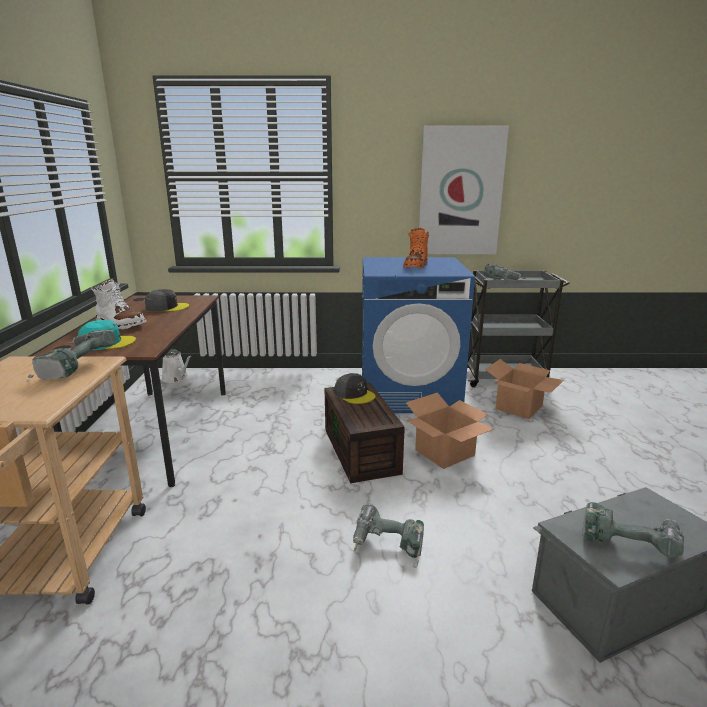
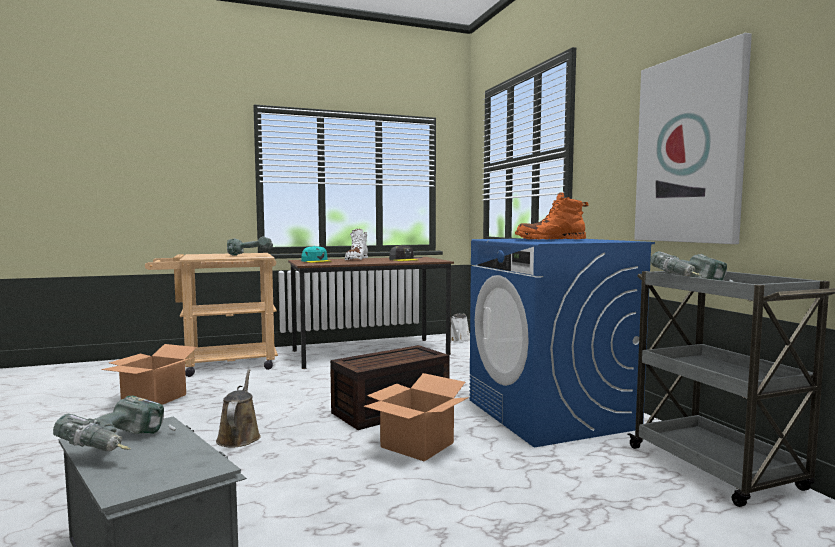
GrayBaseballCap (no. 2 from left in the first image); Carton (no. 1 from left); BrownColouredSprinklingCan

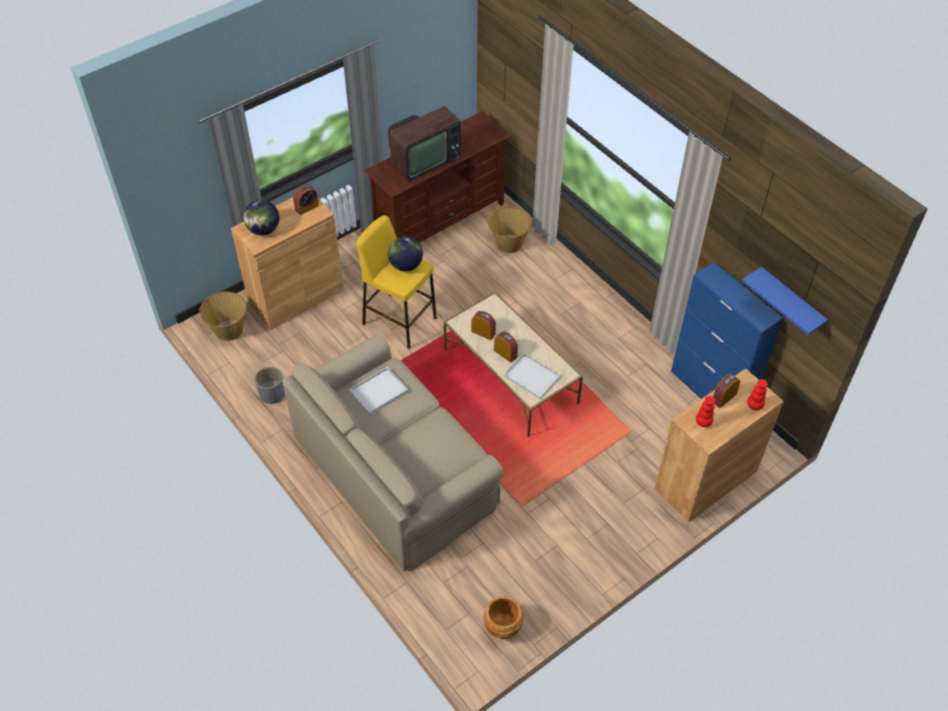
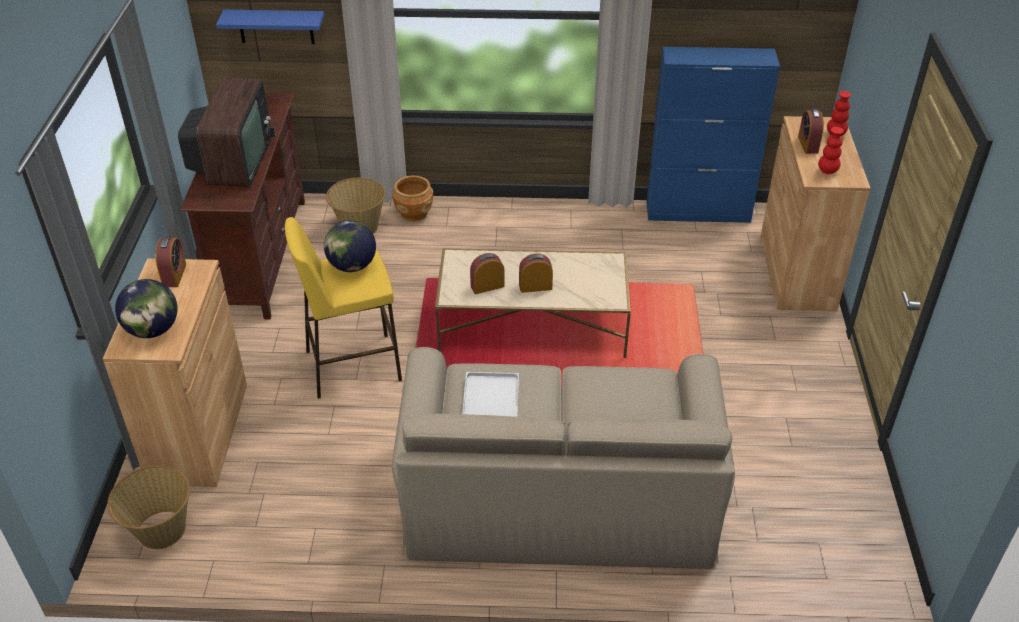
GrayPlantPot; WhiteColouredTray (no. 2 from left in the first image); BrownColouredPlantPot; BlueBracketShelf

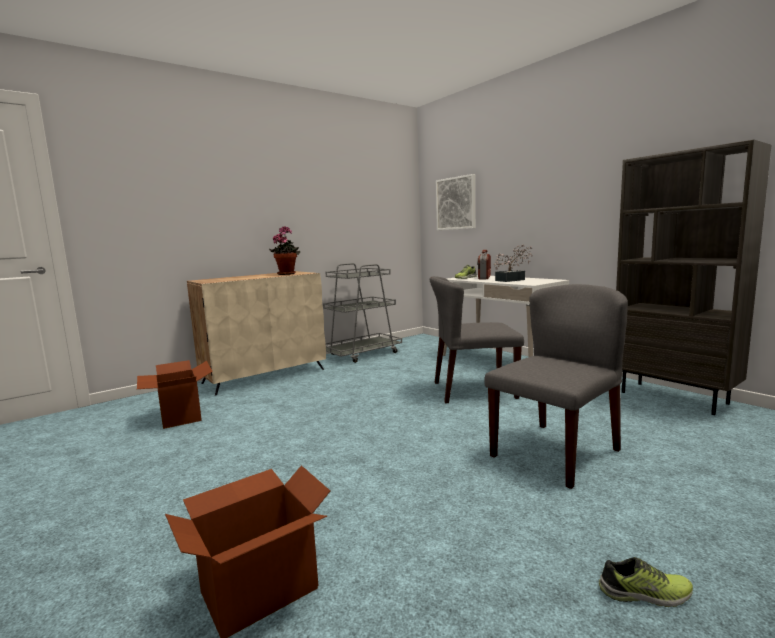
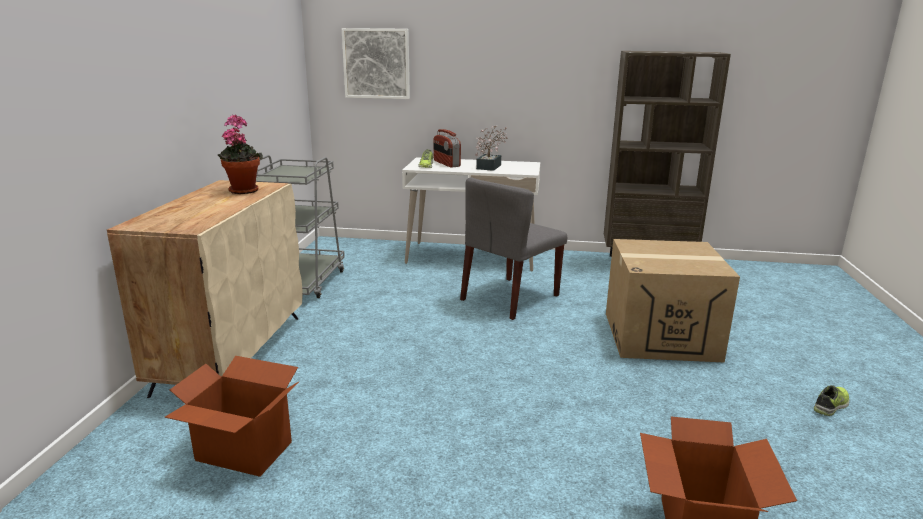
Carton (no. 2 from left)

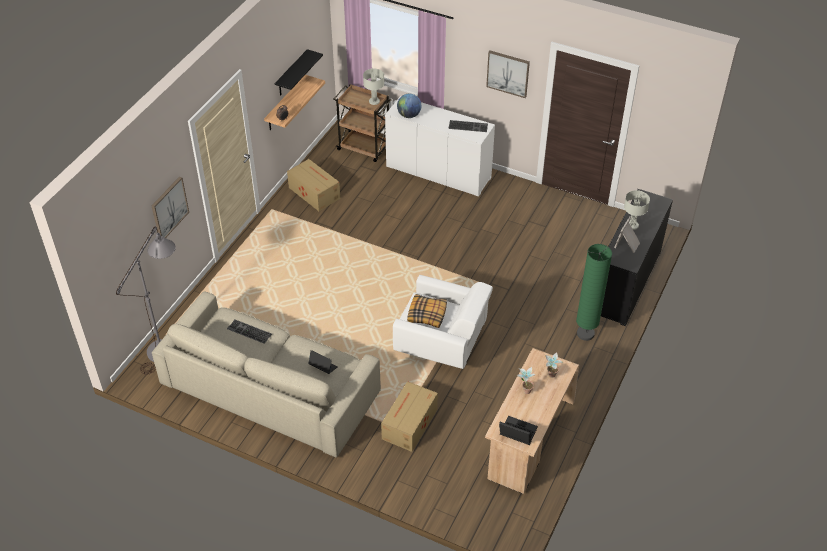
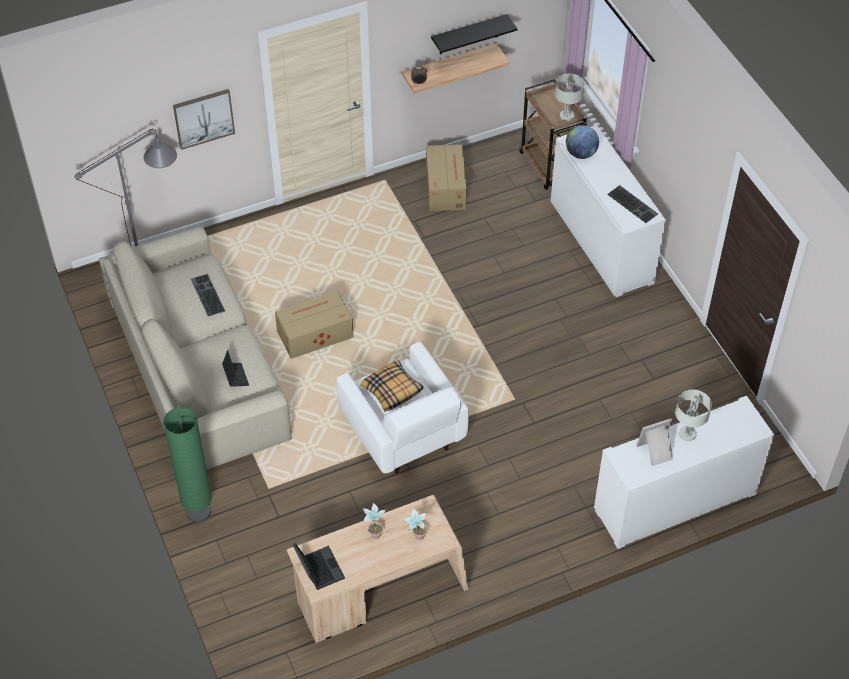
Picture (no. 2 from left in the first image); Carton (no. 1 from left); GreenishStandardLamp; WhiteColouredCupboard (no. 2 from left)

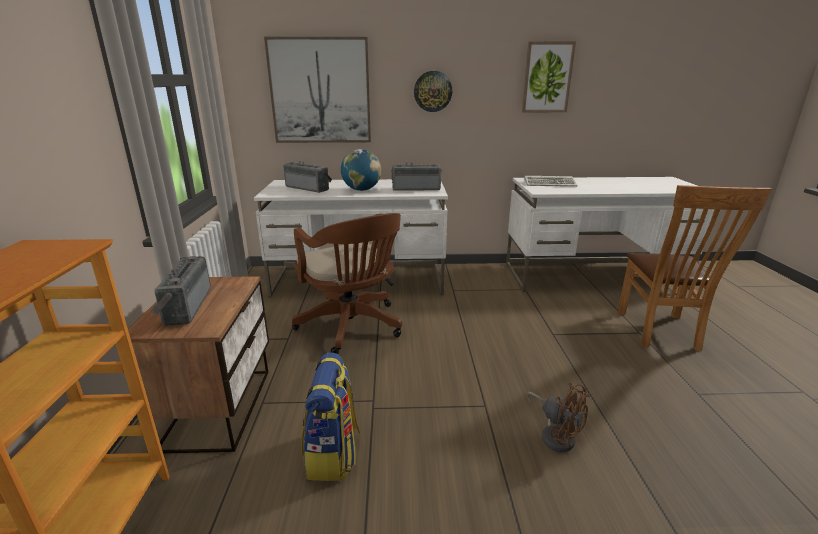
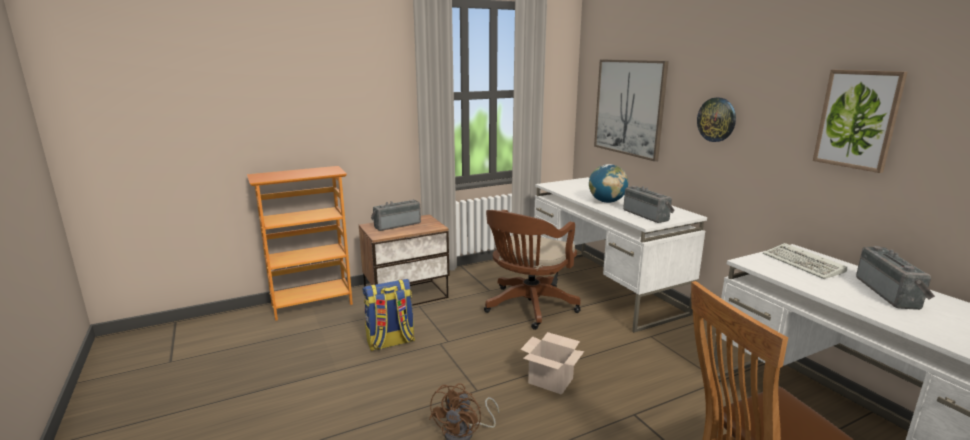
Carton; RadioSet (no. 3 from left)

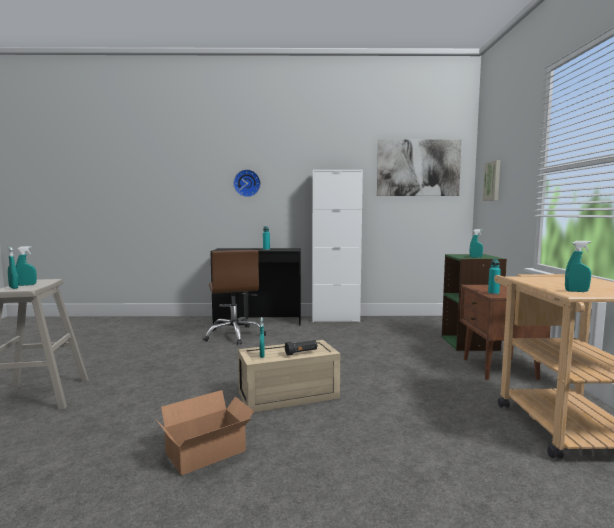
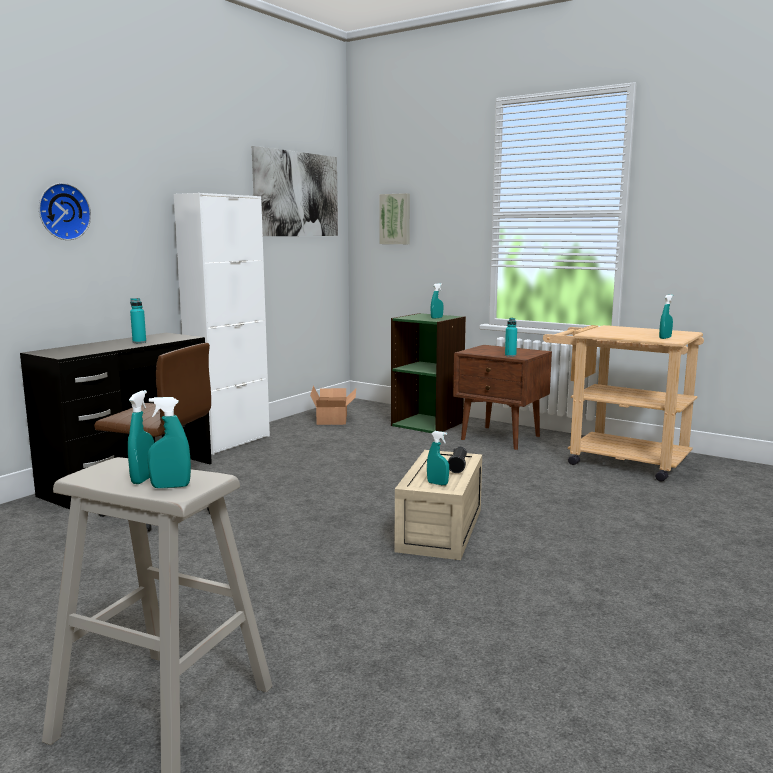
Carton

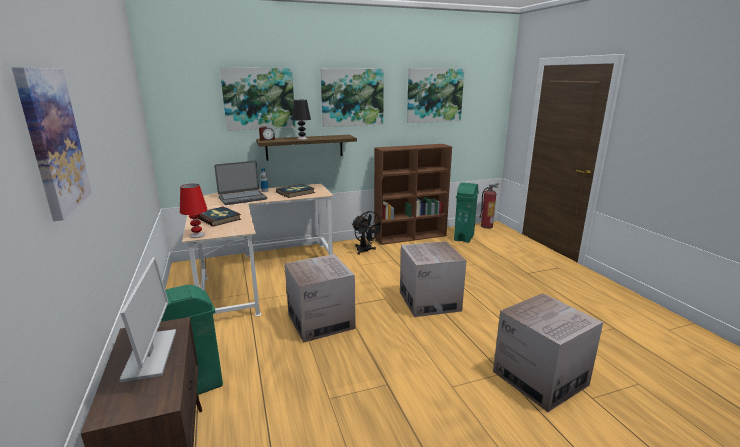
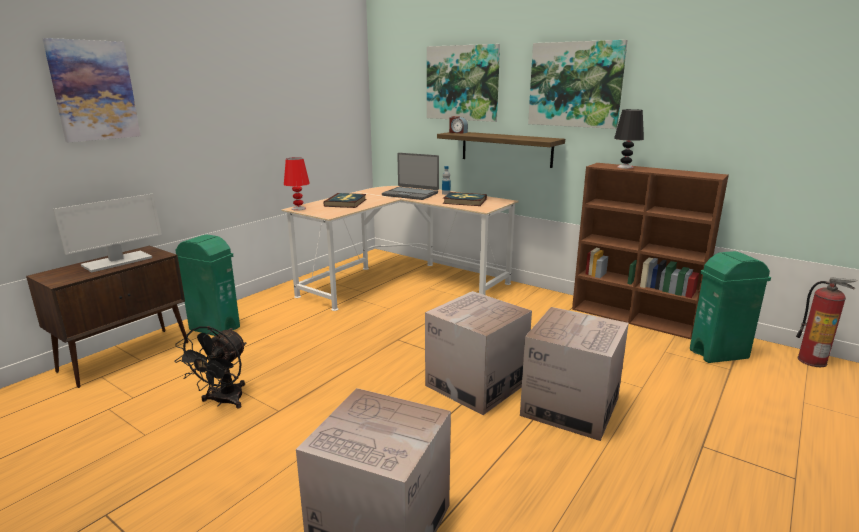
Picture (no. 4 from left in the first image); Carton (no. 3 from left); BlackishTableLamp; BlackishCoolingFan

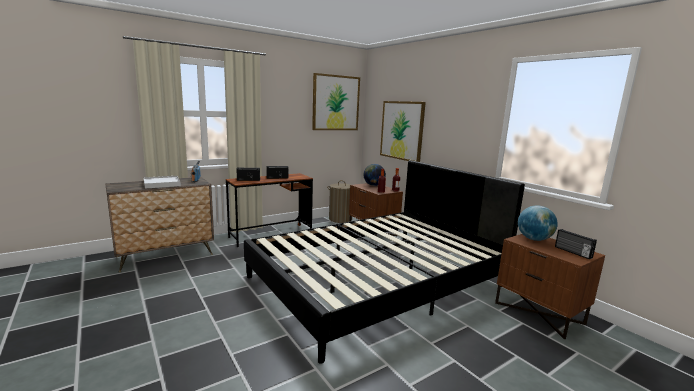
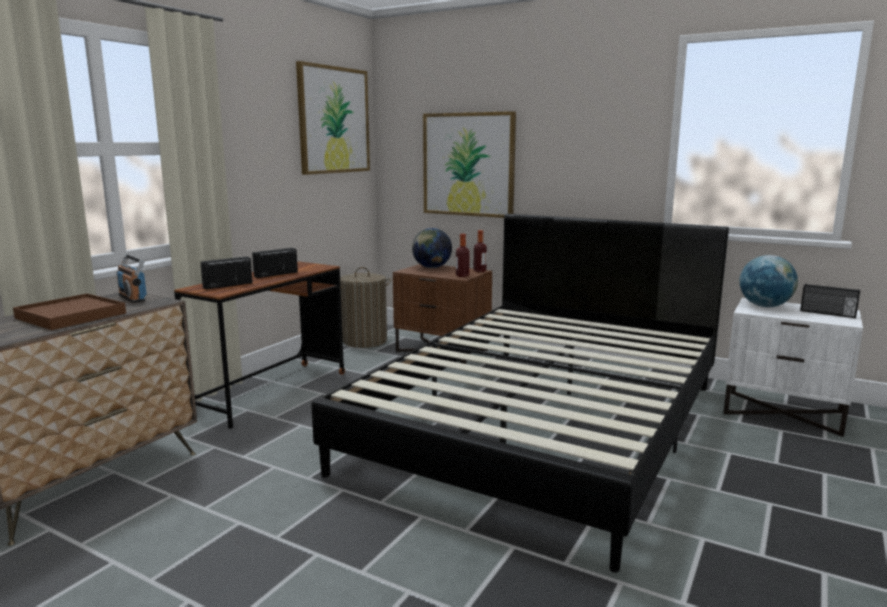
BrownColouredTray; WhiteColouredNightstand

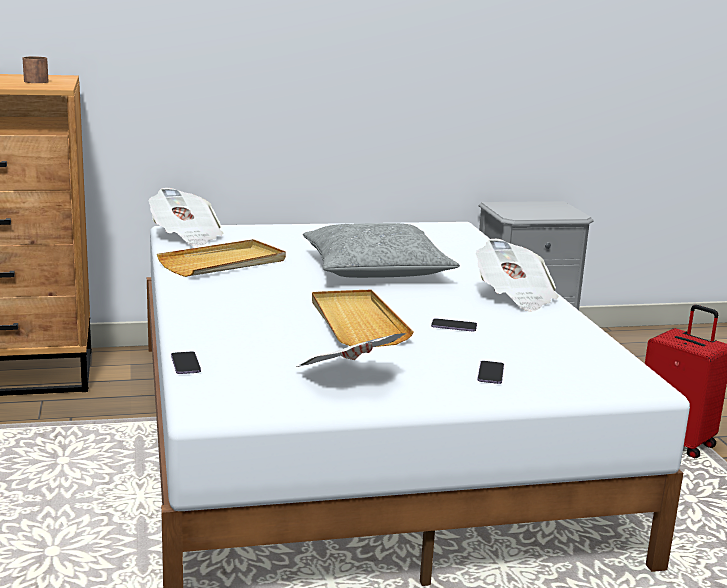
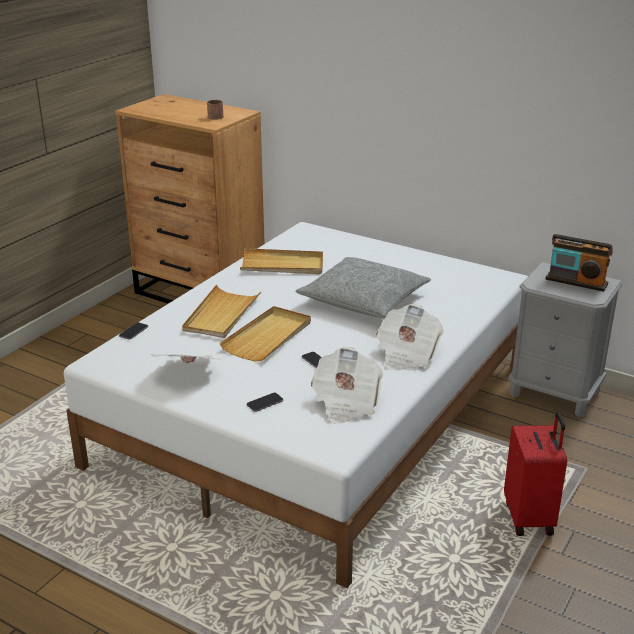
BeigeTray (no. 1 from left); RadioSet; PrintedPaper (no. 2 from left)

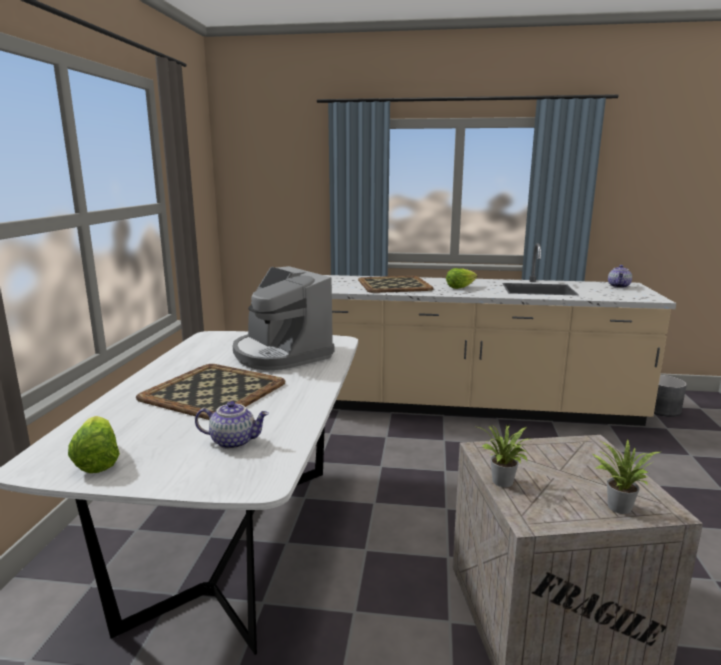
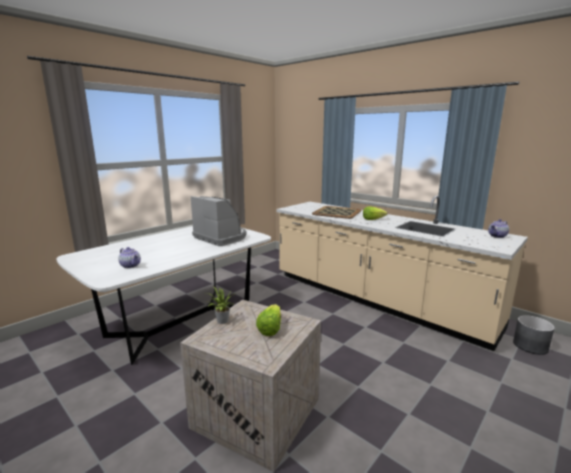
Tray (no. 1 from left in the first image); Houseplant (no. 2 from left in the first image); HeadOfLettuce (no. 1 from left); CoffeeBrewer

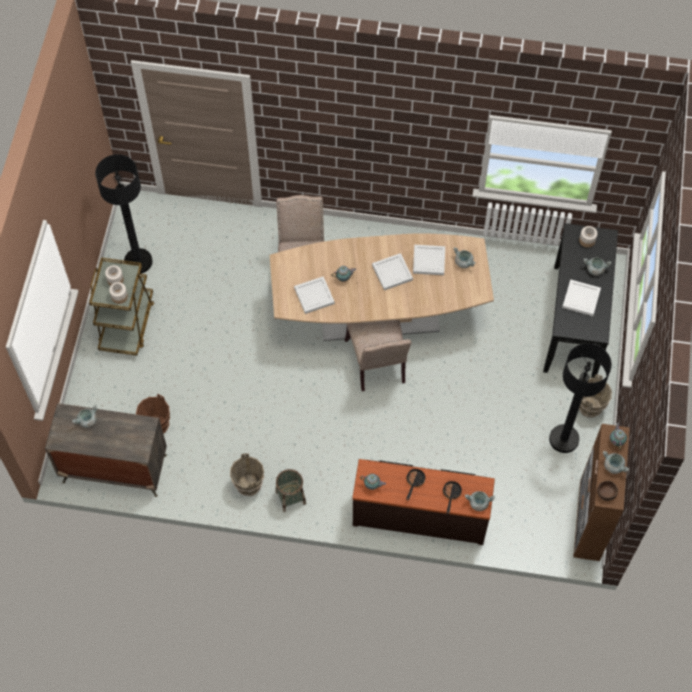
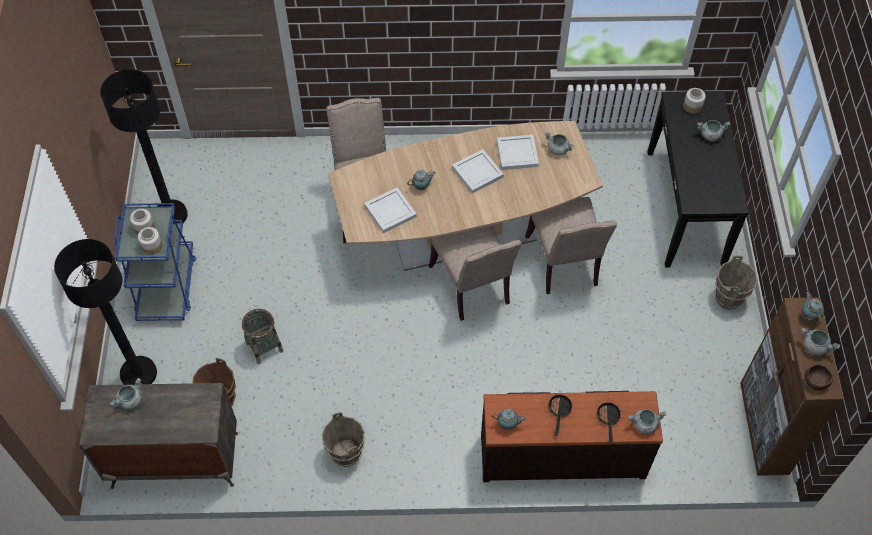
WhiteColouredTray (no. 4 from left in the first image); BeigeUprightChair (no. 3 from left); Basket; BlackishStandardLamp (no. 1 from left); BlueWheeledCart

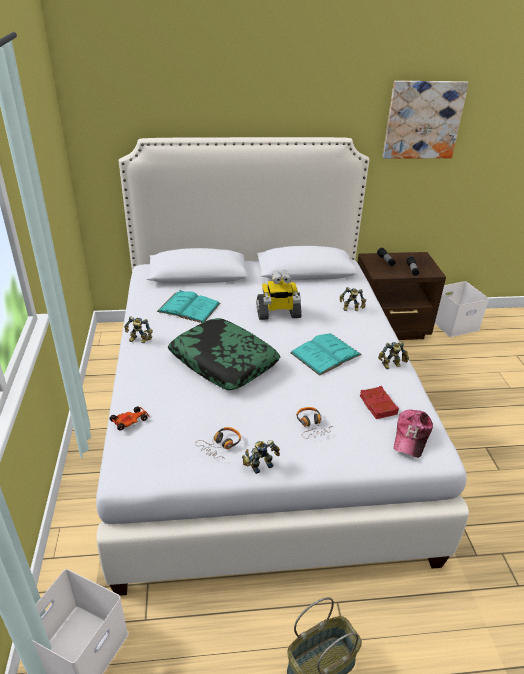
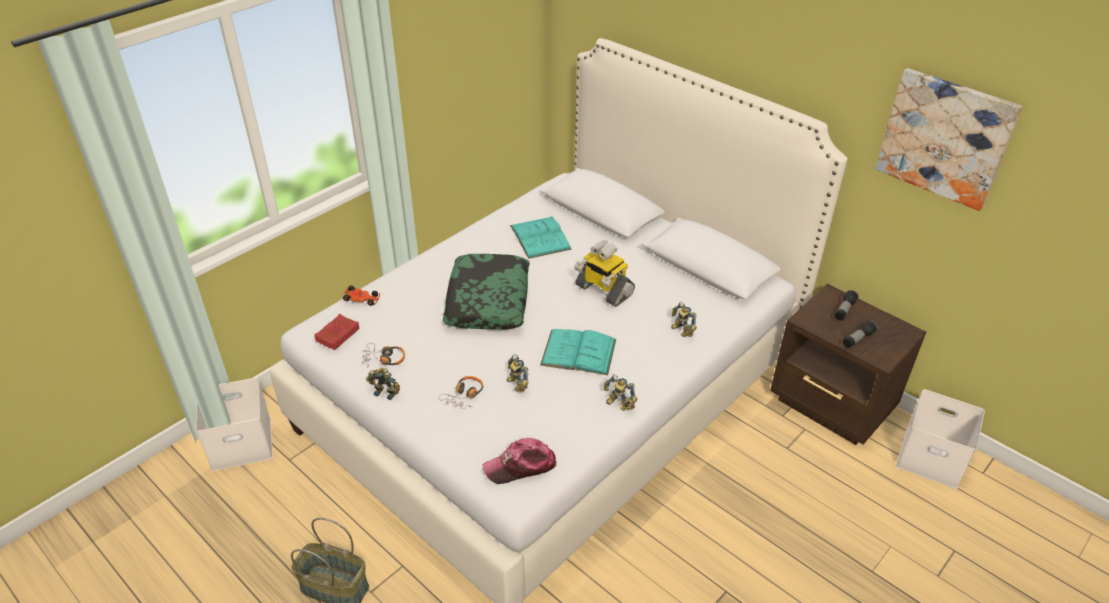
ModelRobot (no. 2 from left); ReddishVolume

